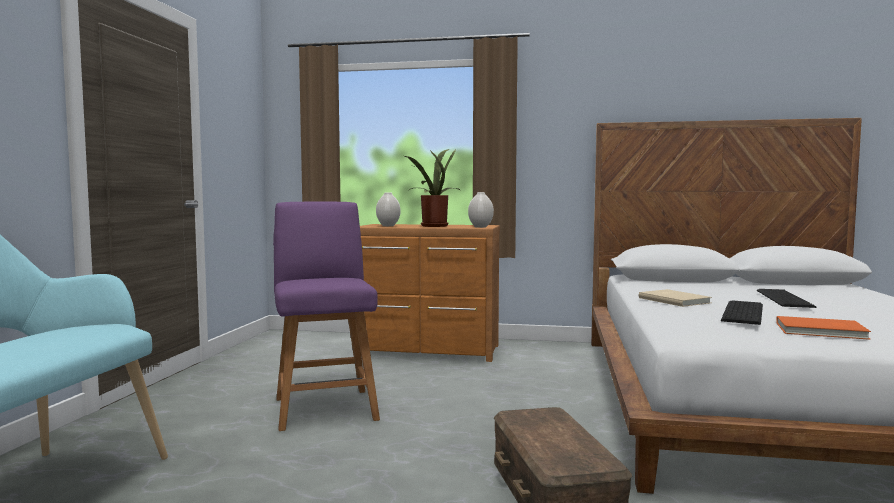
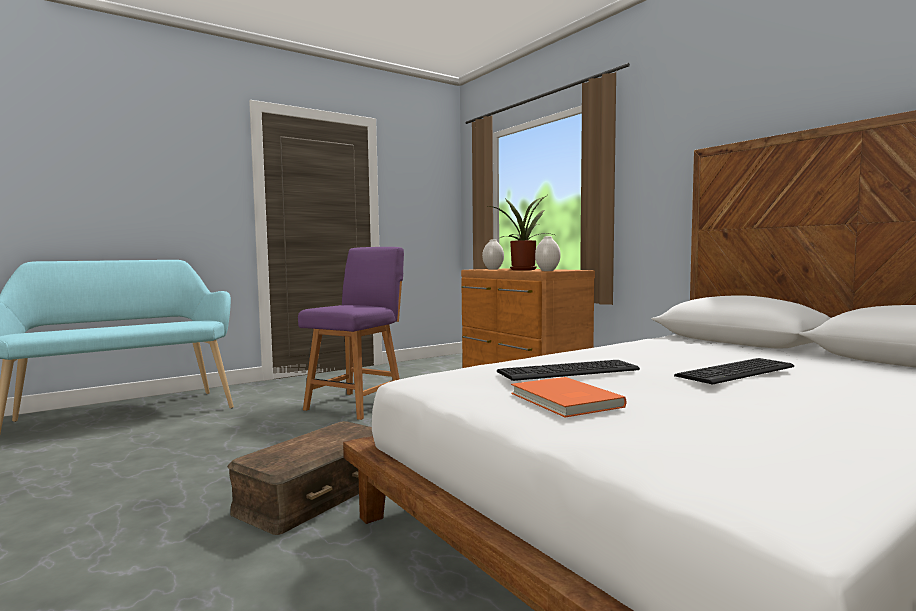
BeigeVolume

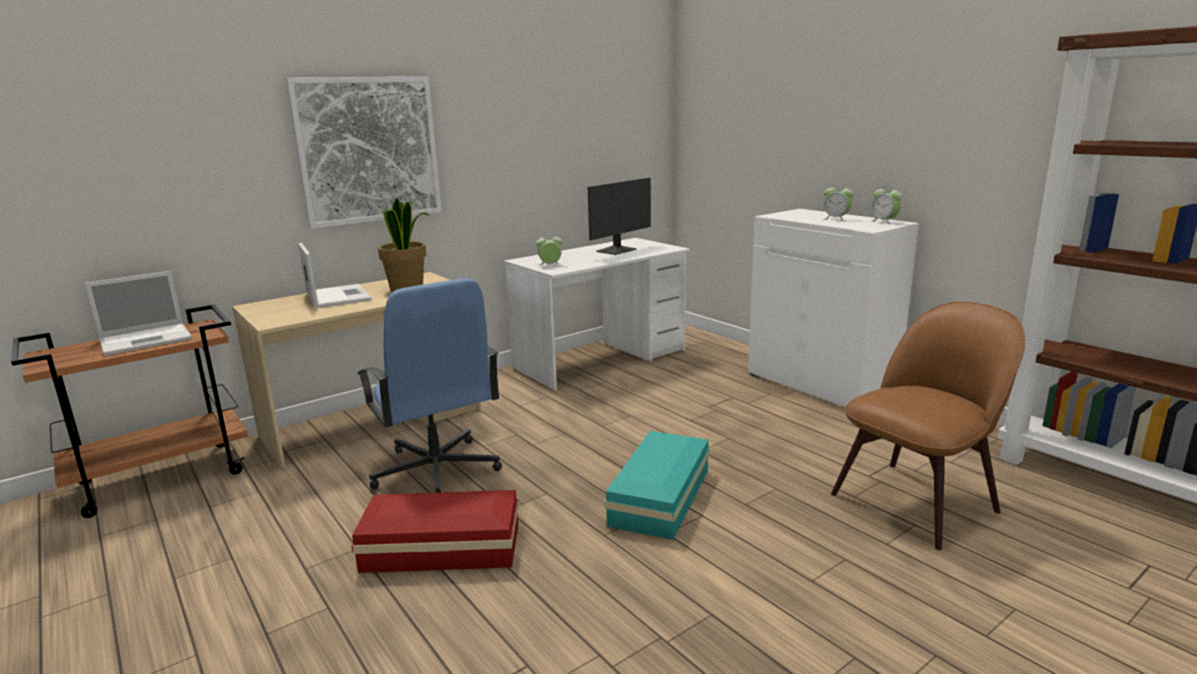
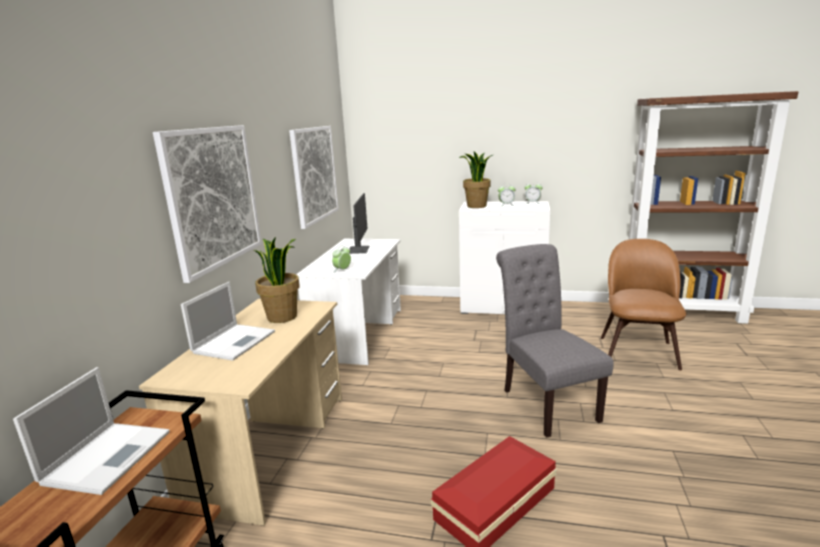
BlueDeskChair; Picture (no. 2 from left); Houseplant (no. 2 from left); GrayUprightChair; PortableComputer (no. 2 from left)

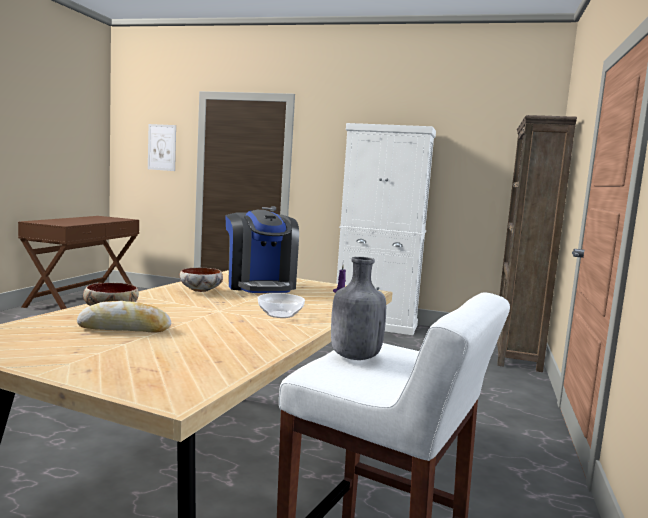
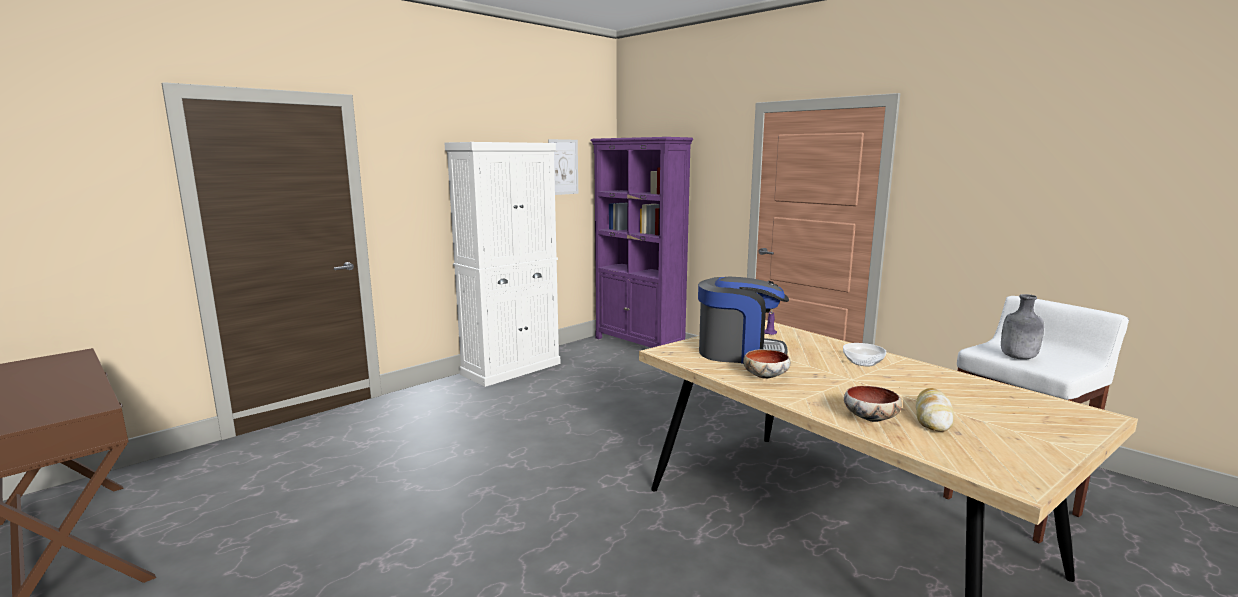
Picture; PurpleShelvingUnit

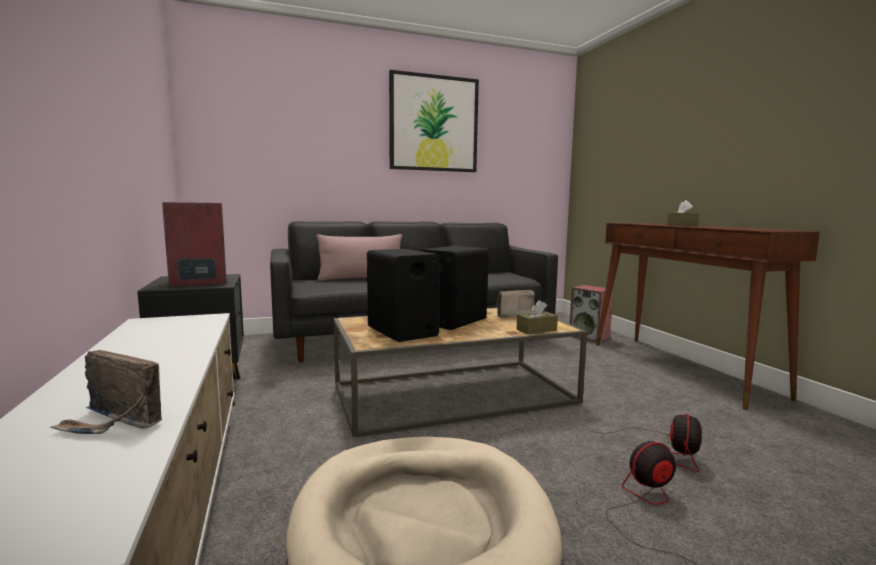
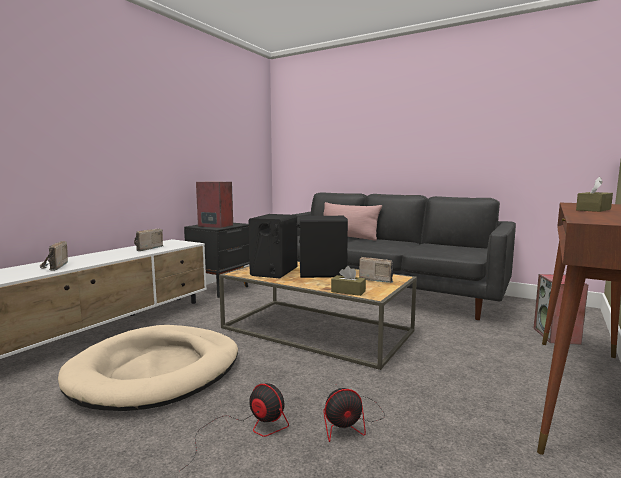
Picture; RadioSet (no. 2 from left)

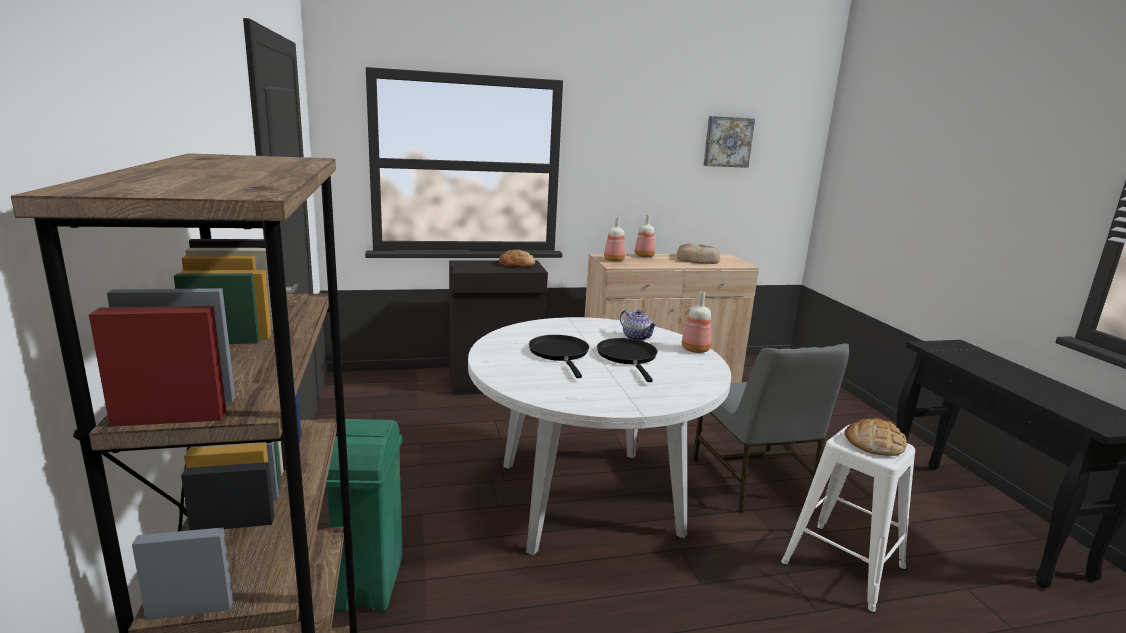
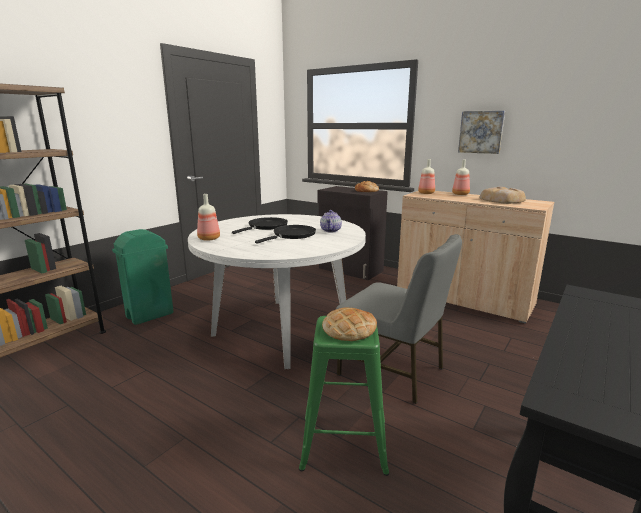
Bottle (no. 1 from left); Picture; GreenishStoolSeat; GrayUprightChair

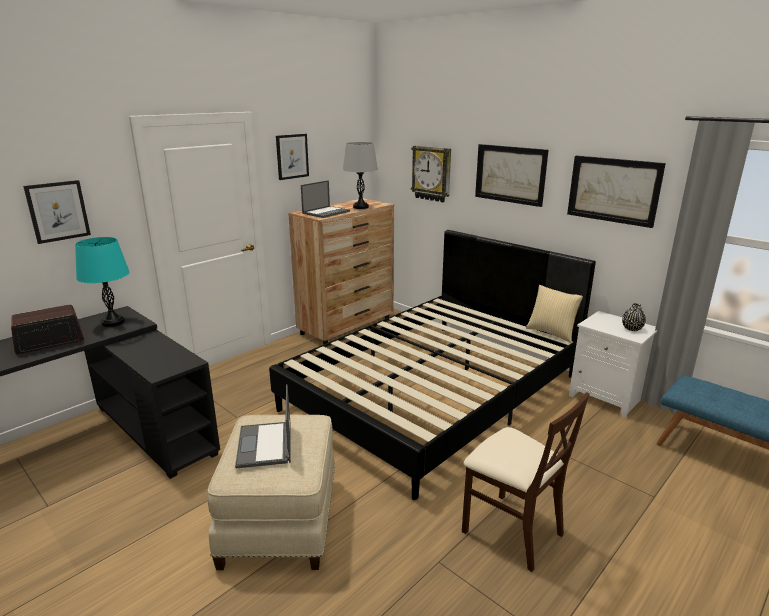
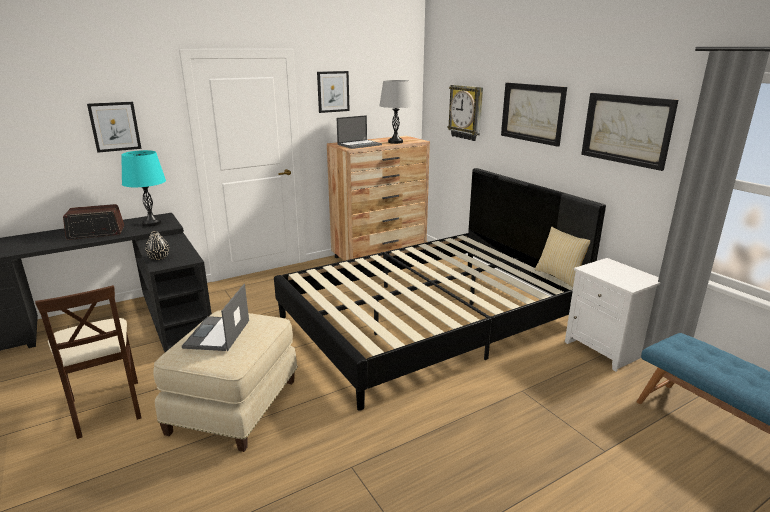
BeigeUprightChair; BlackishVase

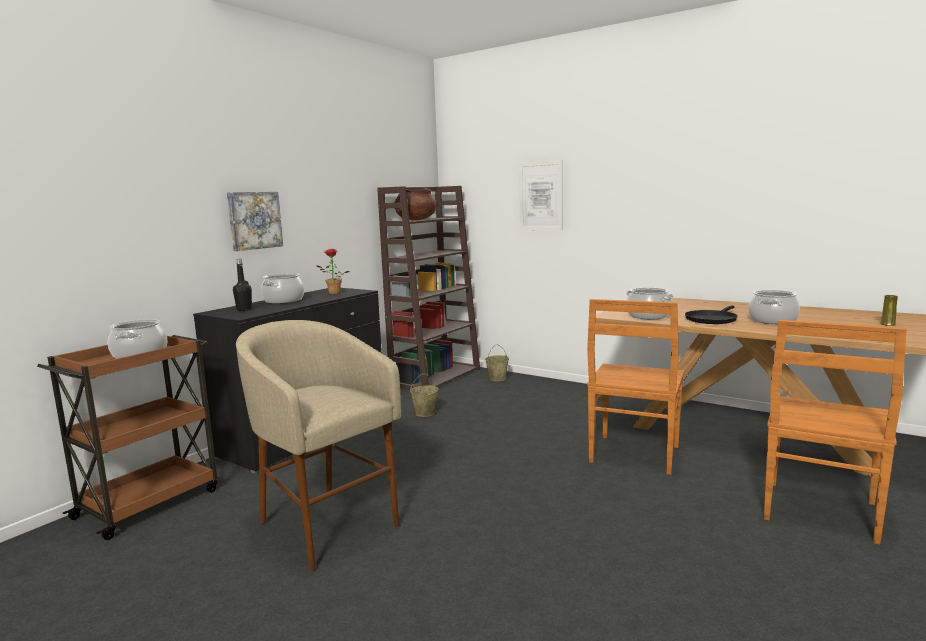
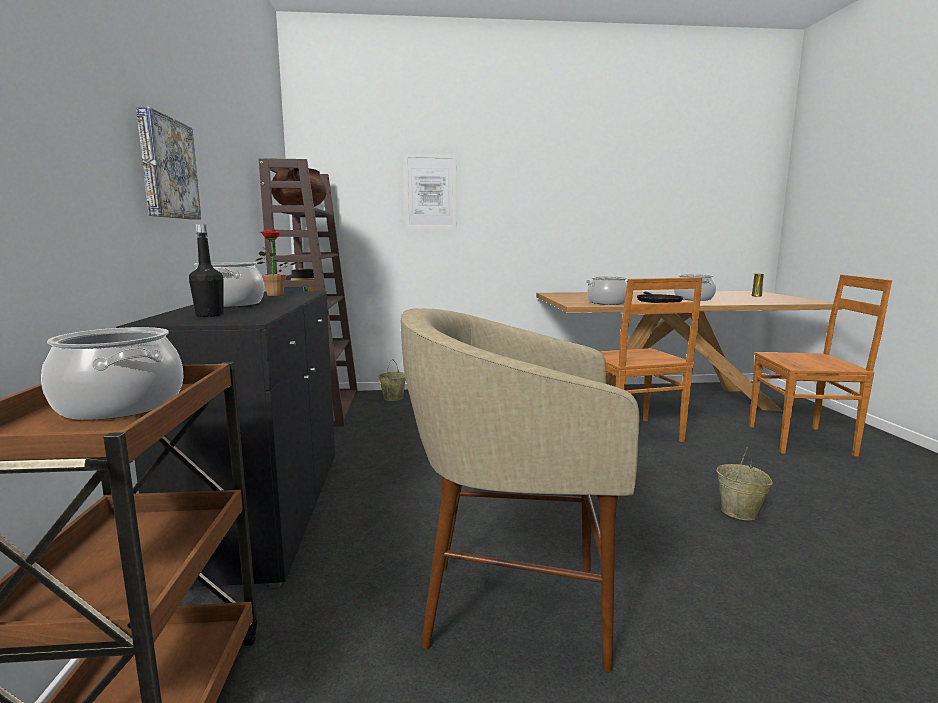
BeigeBucket (no. 2 from left); BrownColouredUprightChair (no. 2 from left)

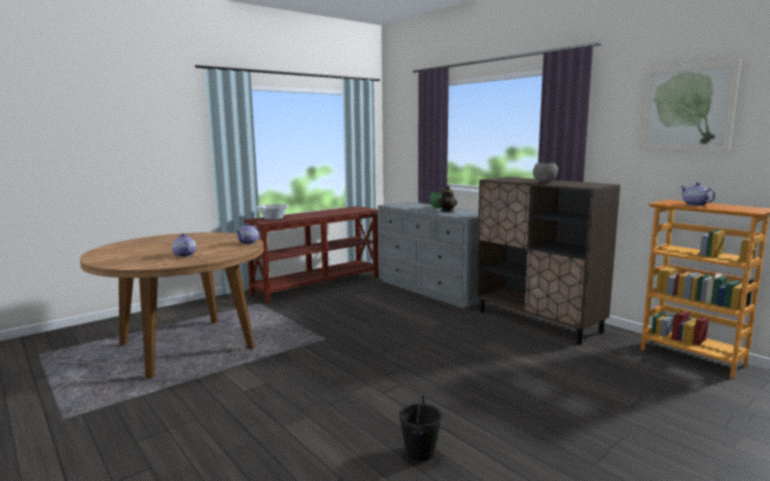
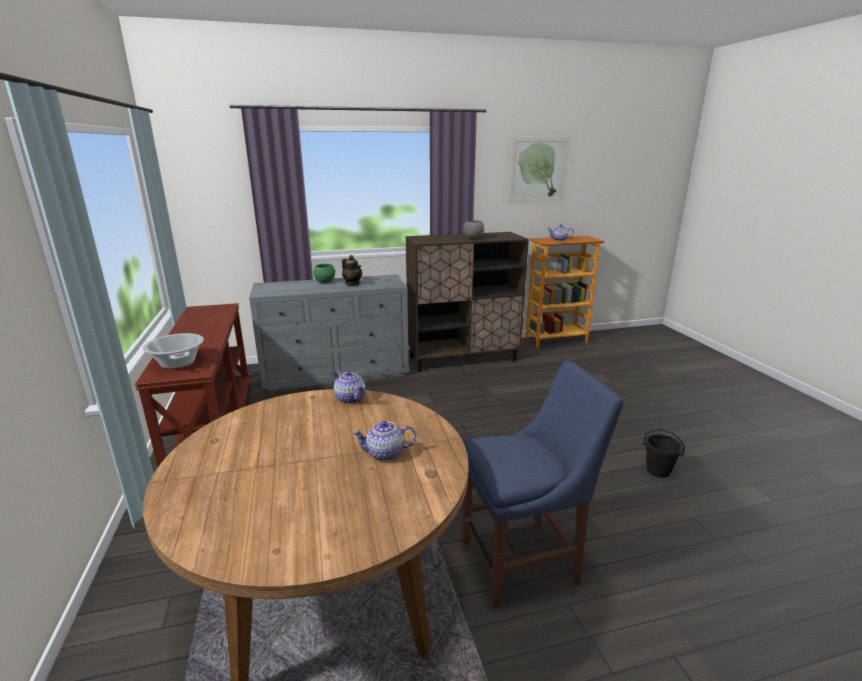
BlueUprightChair

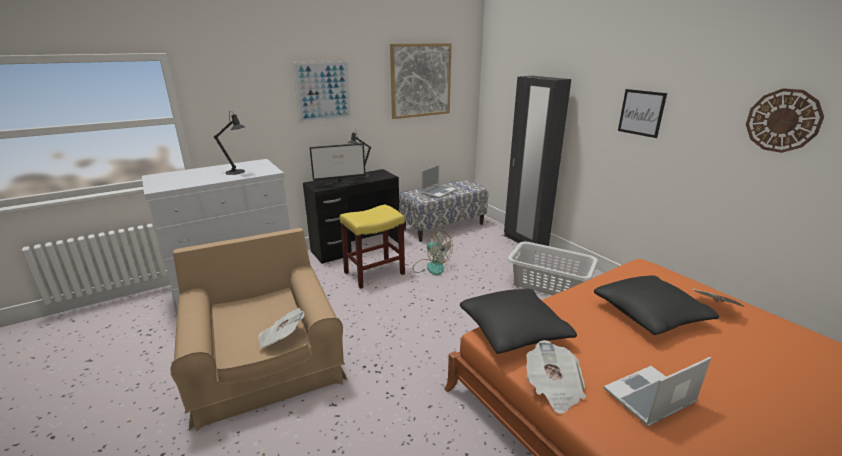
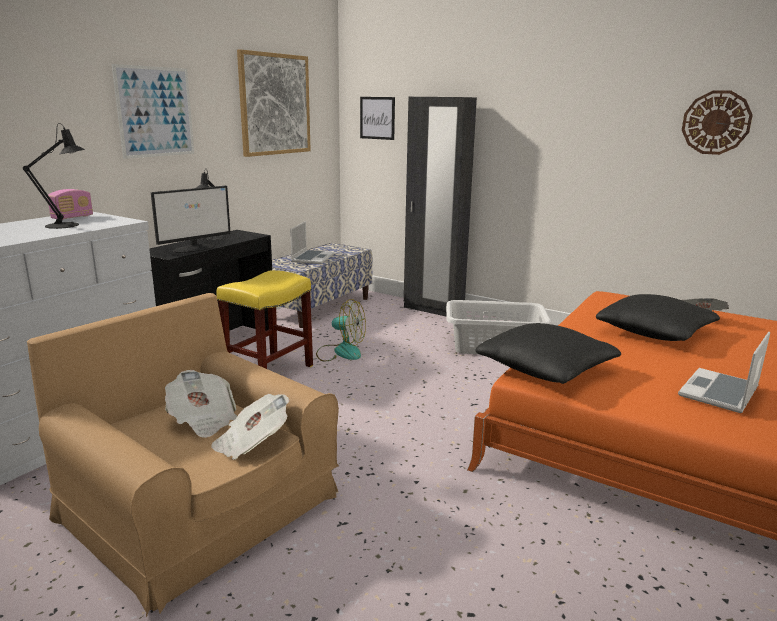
RadioSet; PrintedPaper (no. 1 from left); Picture (no. 3 from left)

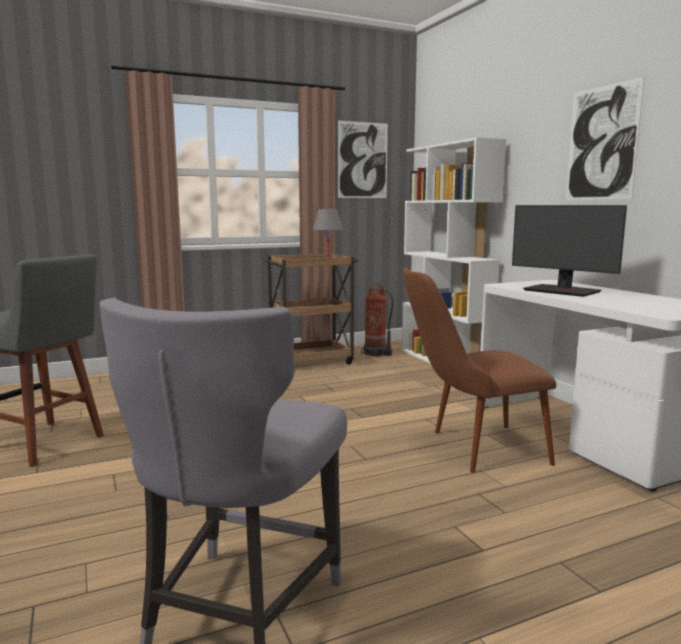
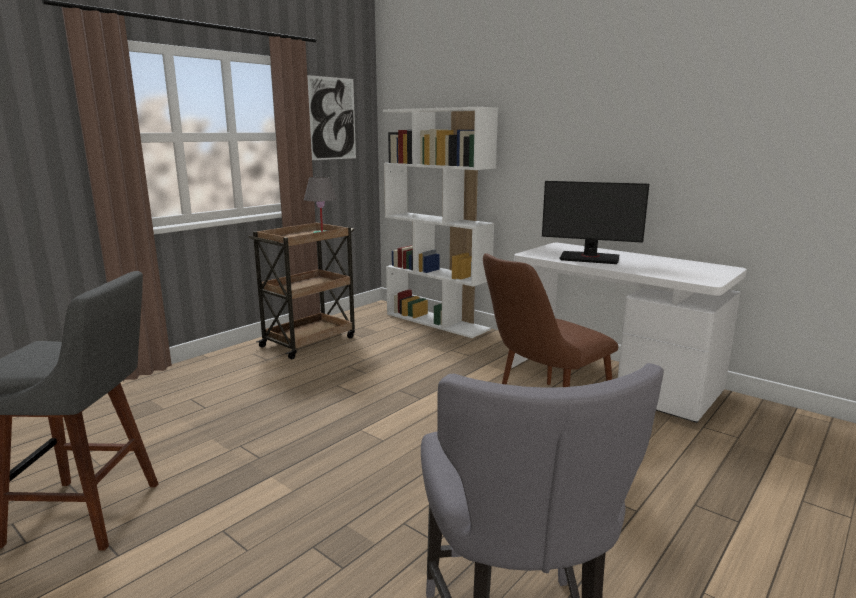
FireExtinguisher; Picture (no. 2 from left in the first image)

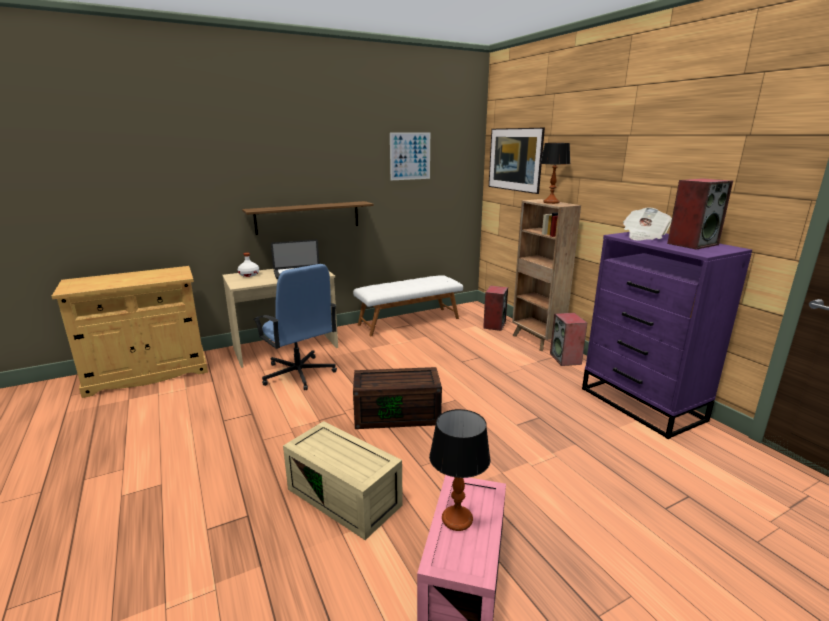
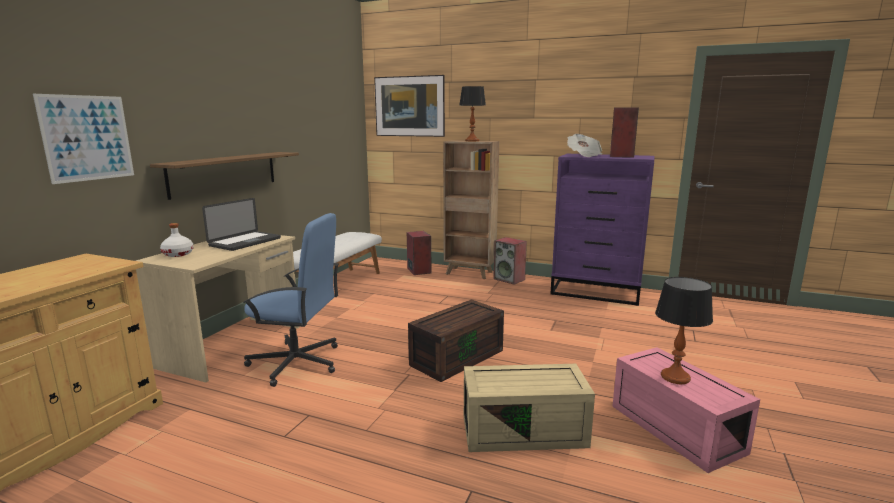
Picture (no. 1 from left)

